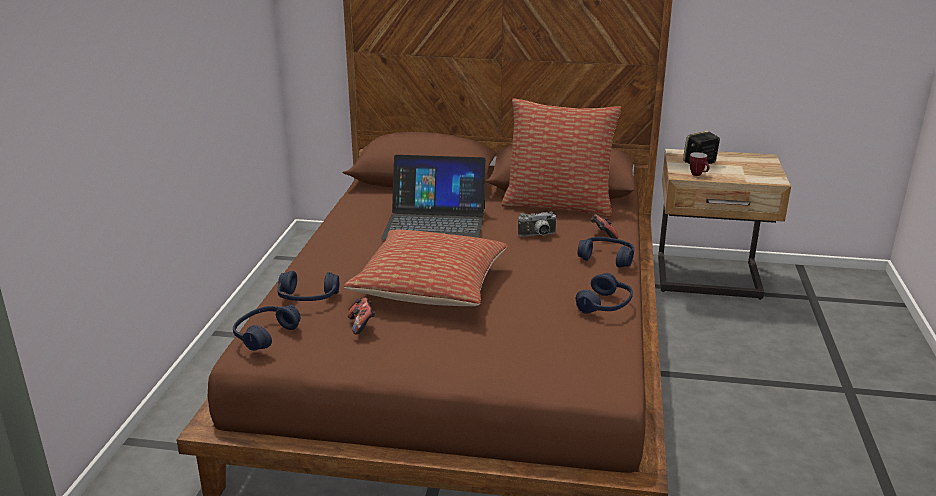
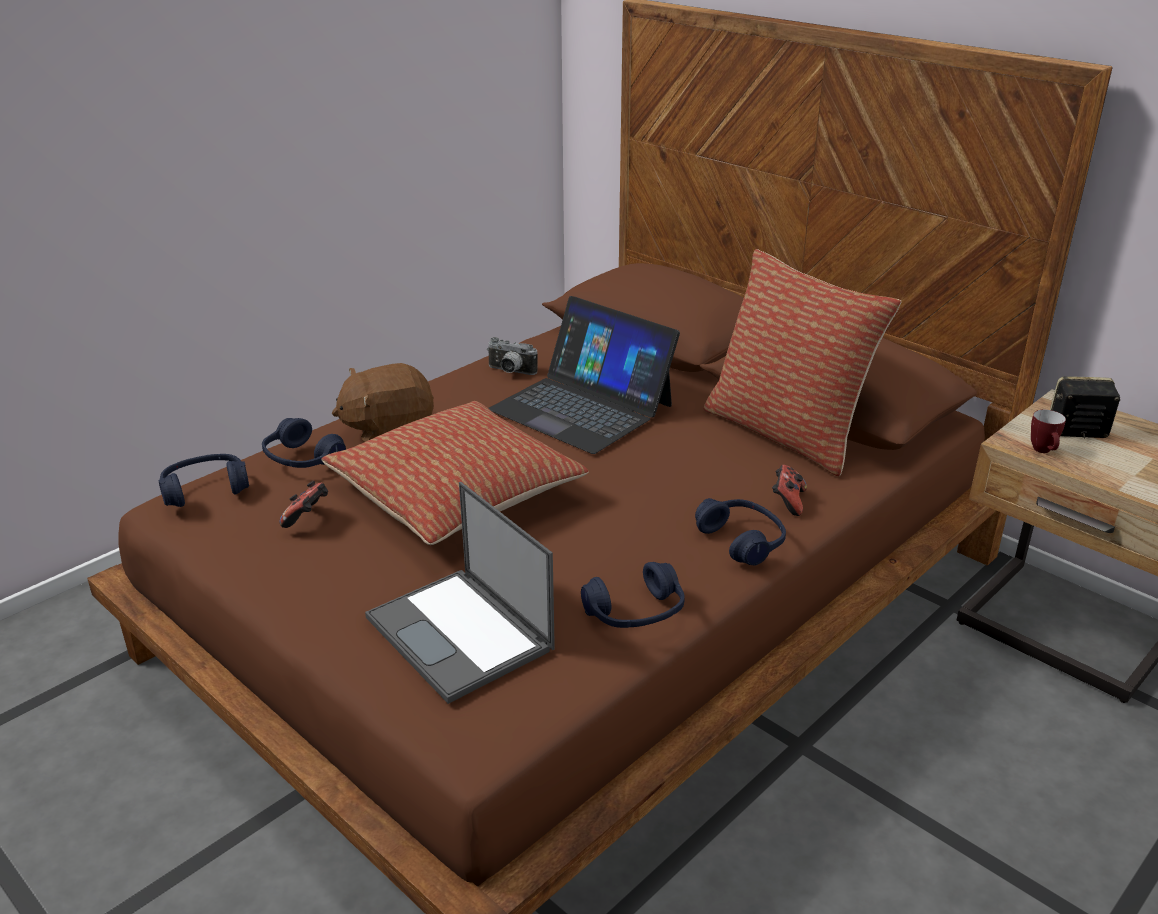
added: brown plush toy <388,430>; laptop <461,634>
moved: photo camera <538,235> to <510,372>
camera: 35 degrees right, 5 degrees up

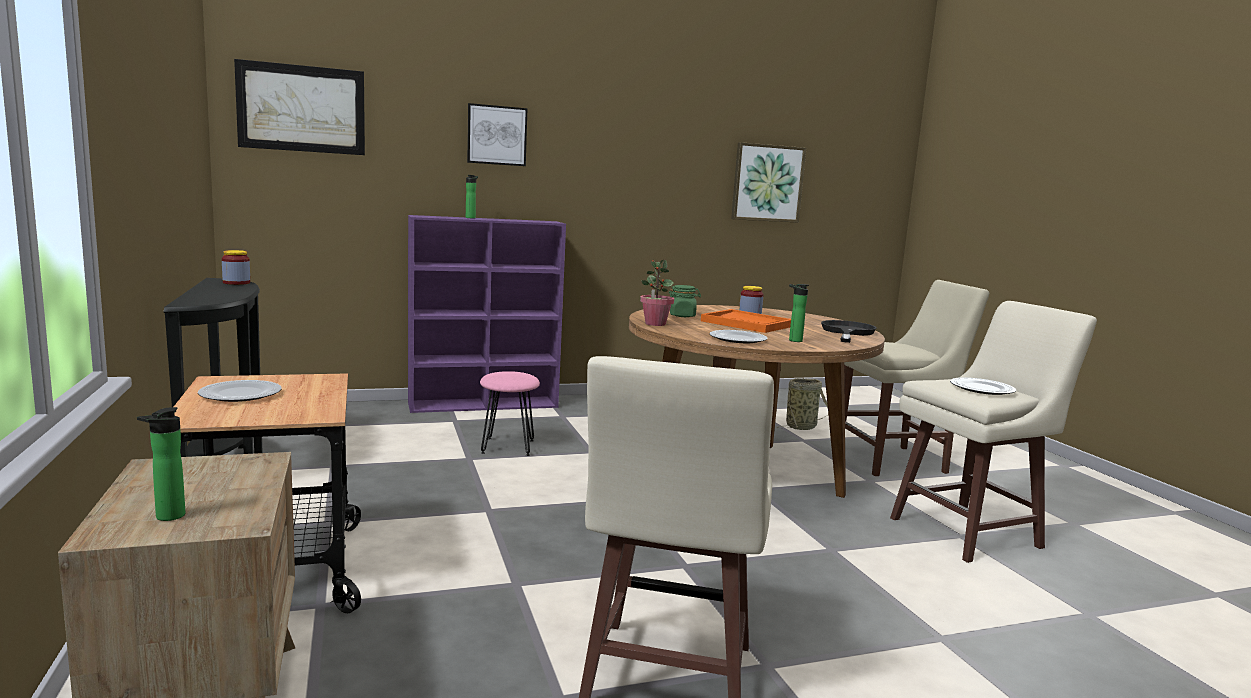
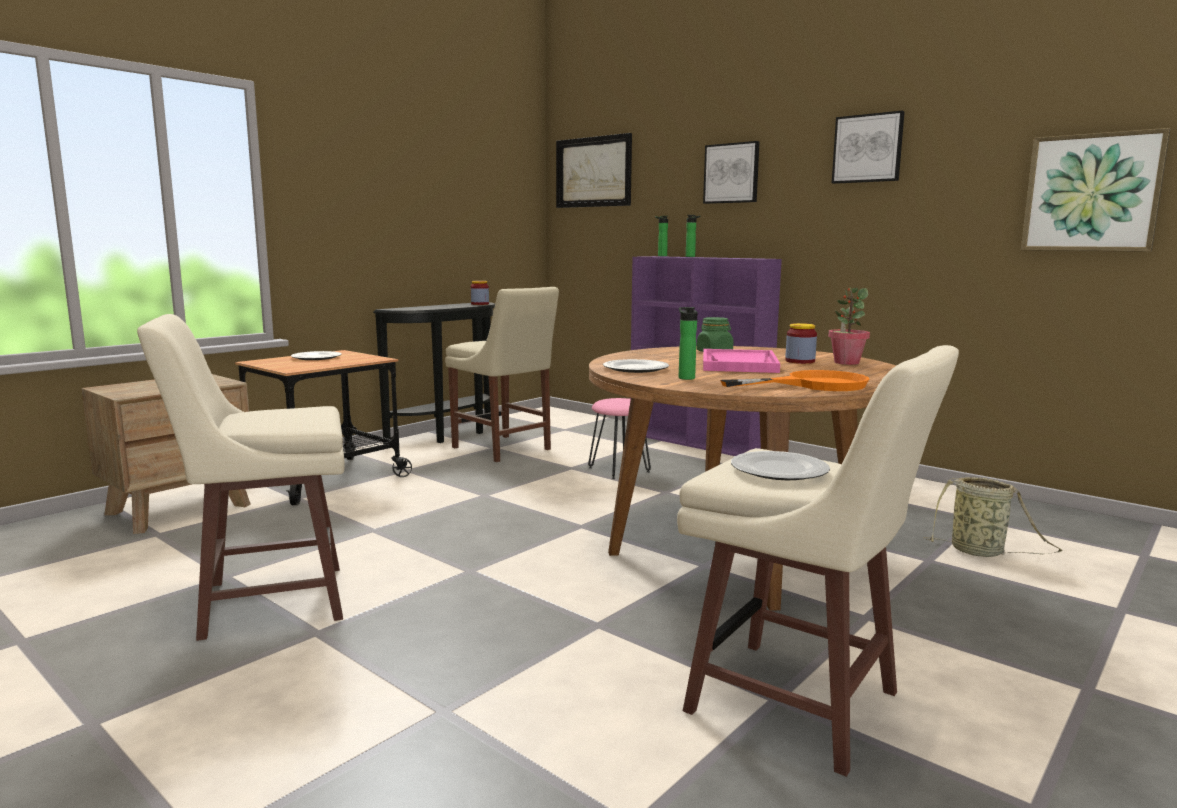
added: picture <868,148>
moved: potted plant <655,324> to <846,362>; beige chair <895,461> to <504,449>; bottle <166,517> to <661,256>
recoloured: orange tray <747,324> to pink tray <739,364>; black frying pan <847,332> to orange frying pan <813,385>
camera: 60 degrees right, 0 degrees up

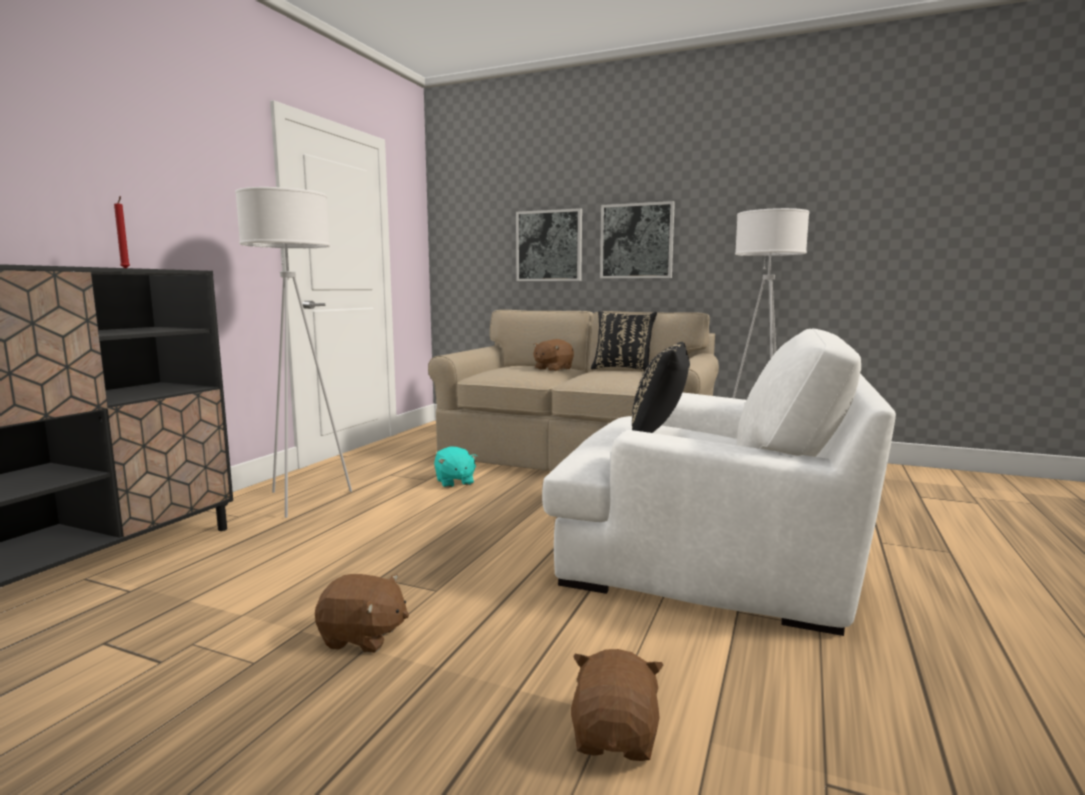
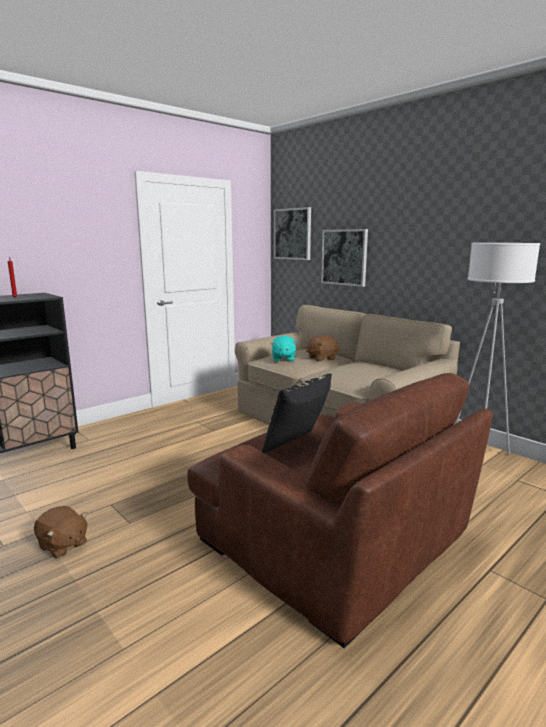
removed: white floor lamp <303,500>; black pillow <623,369>; brown plush toy <616,737>
moved: picture <636,241> to <292,234>; turquoise plush toy <454,482> to <283,359>
recoloured: white armchair <711,550> to brown armchair <334,539>
camera: 25 degrees right, 5 degrees up

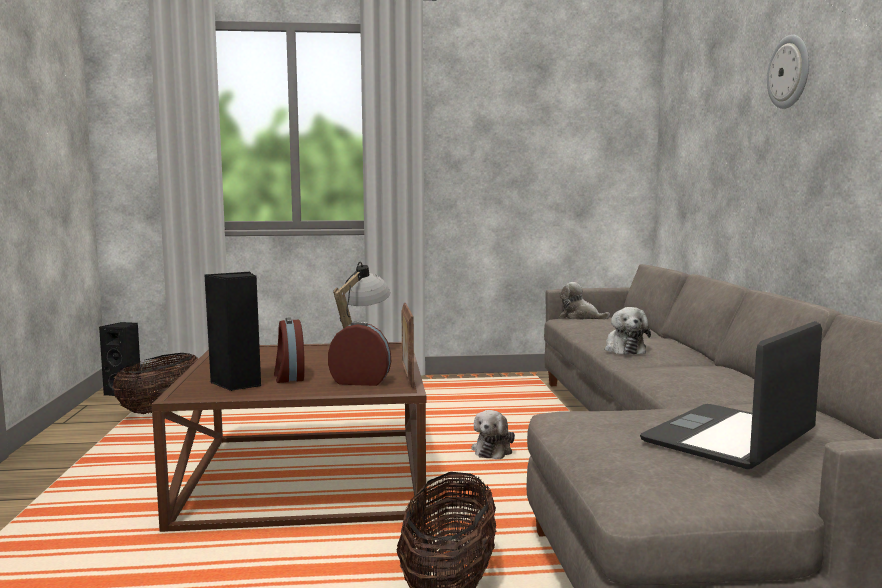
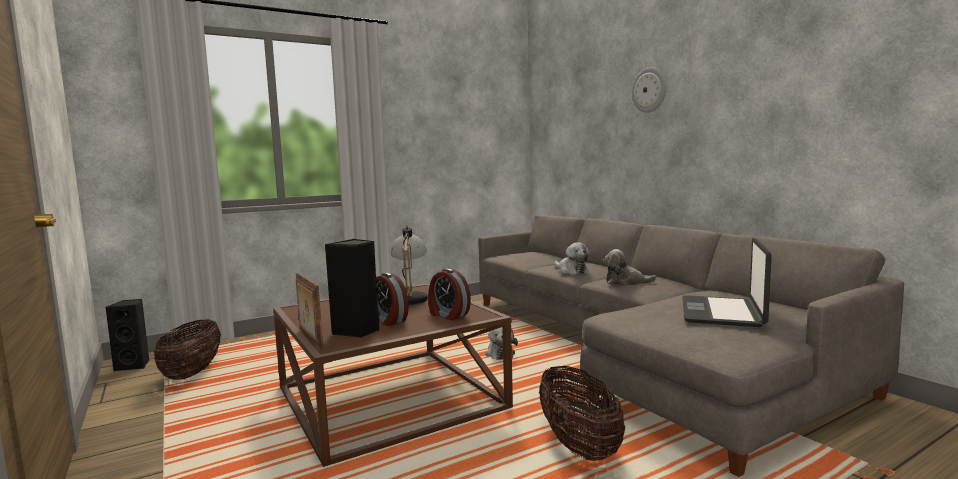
moved: plush toy <580,317> to <625,282>; picture frame <407,376> to <310,338>
turned: alarm clock <360,381> = <448,315> 120 degrees counterclockwise
camera: 25 degrees left, 0 degrees up

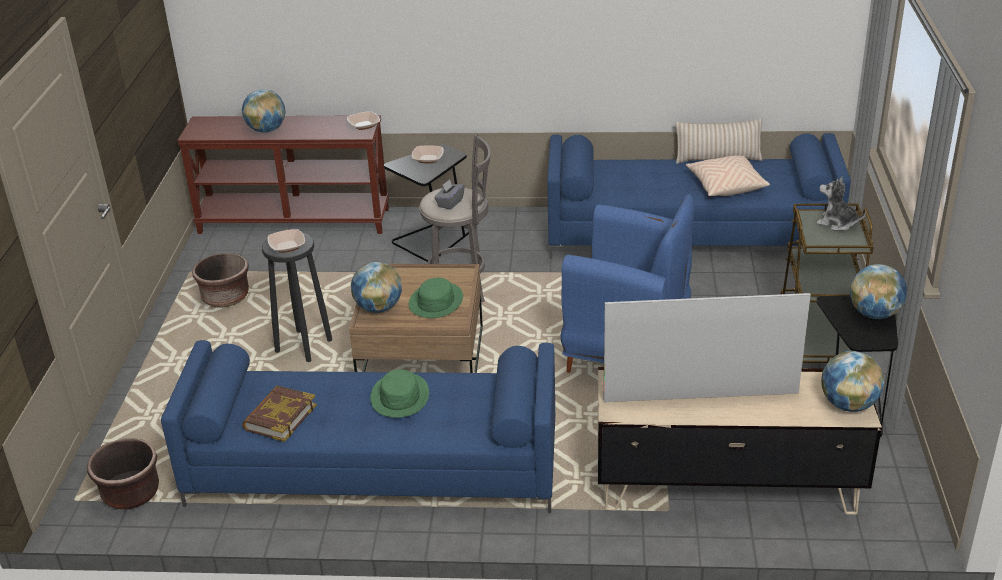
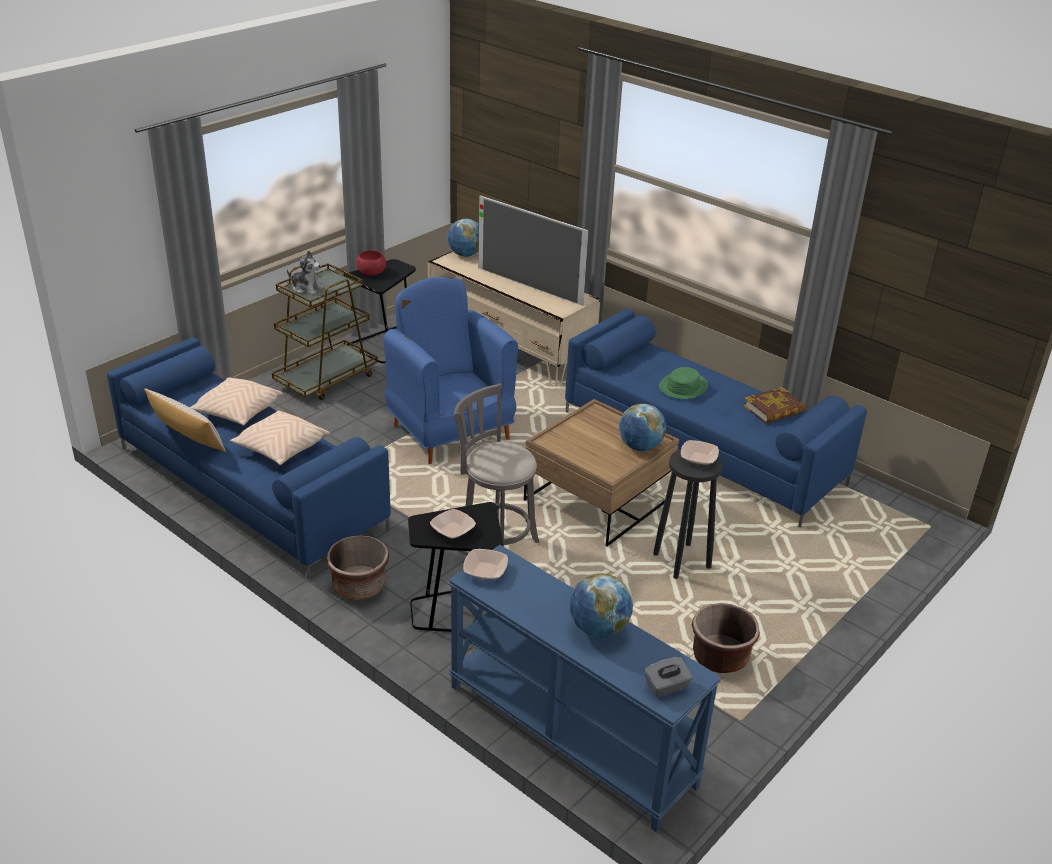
removed: green hat <435,301>
added: beige pillow <281,448>
moved: grey tissue box <450,203> to <666,687>; brown planter <131,493> to <359,586>
replaced: globe <875,314> to red bowl <371,272>
recoloured: brown console table <295,220> to blue console table <568,735>
turned: plush toy <837,223> = <306,288> 45 degrees counterclockwise
camera: 145 degrees left, 0 degrees up

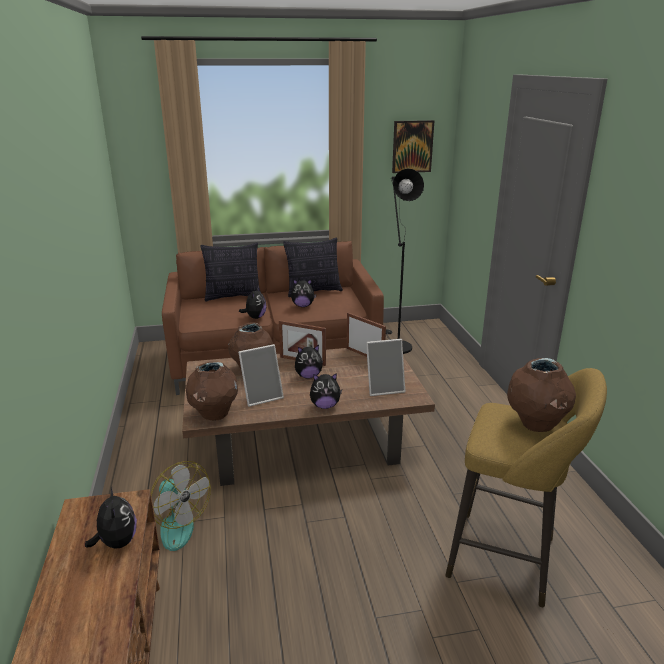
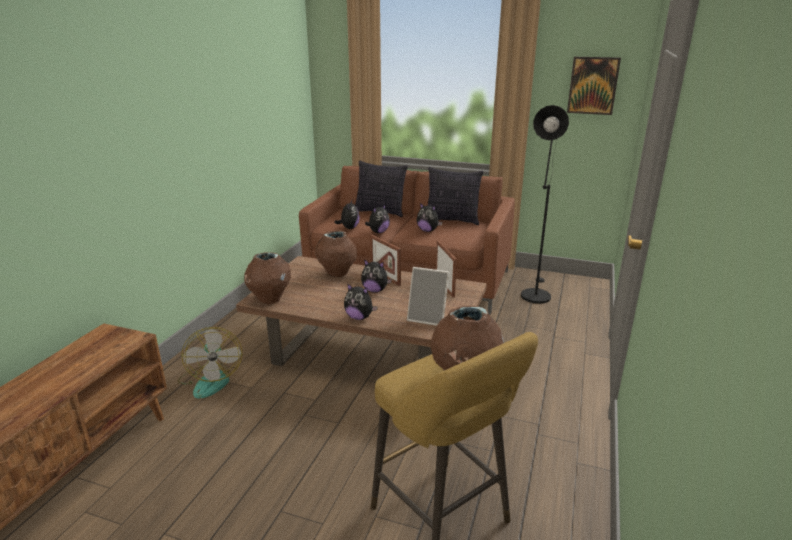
removed: picture frame <262,396>
moved: plush toy <117,542> to <349,228>
camera: 30 degrees right, 0 degrees up

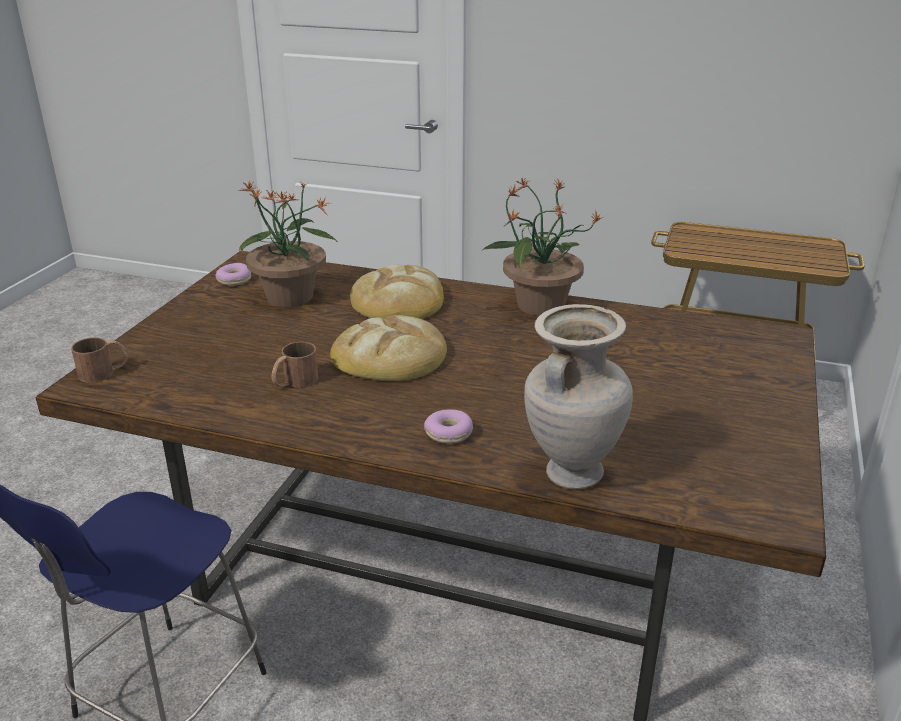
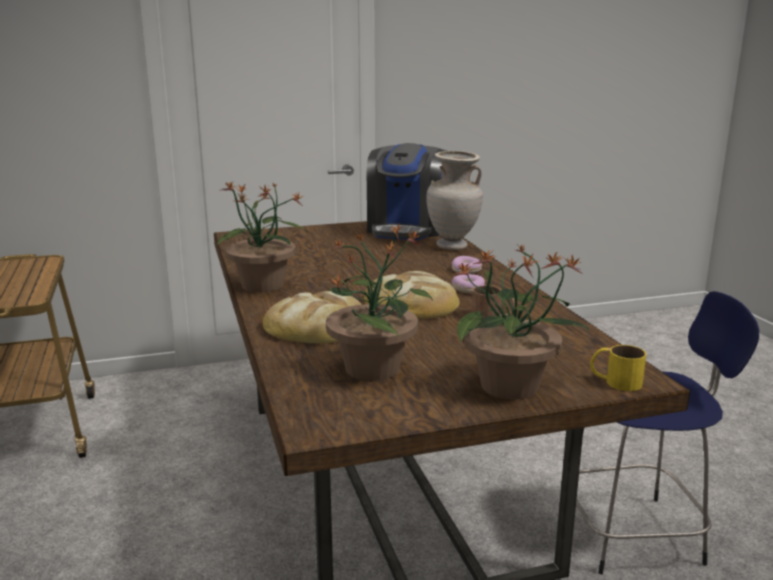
added: coffee machine <406,229>; potted plant <511,387>
moved: donut <234,280> to <468,289>
recoloured: brown mug <104,372> to yellow mug <615,381>
camera: 125 degrees left, 10 degrees down

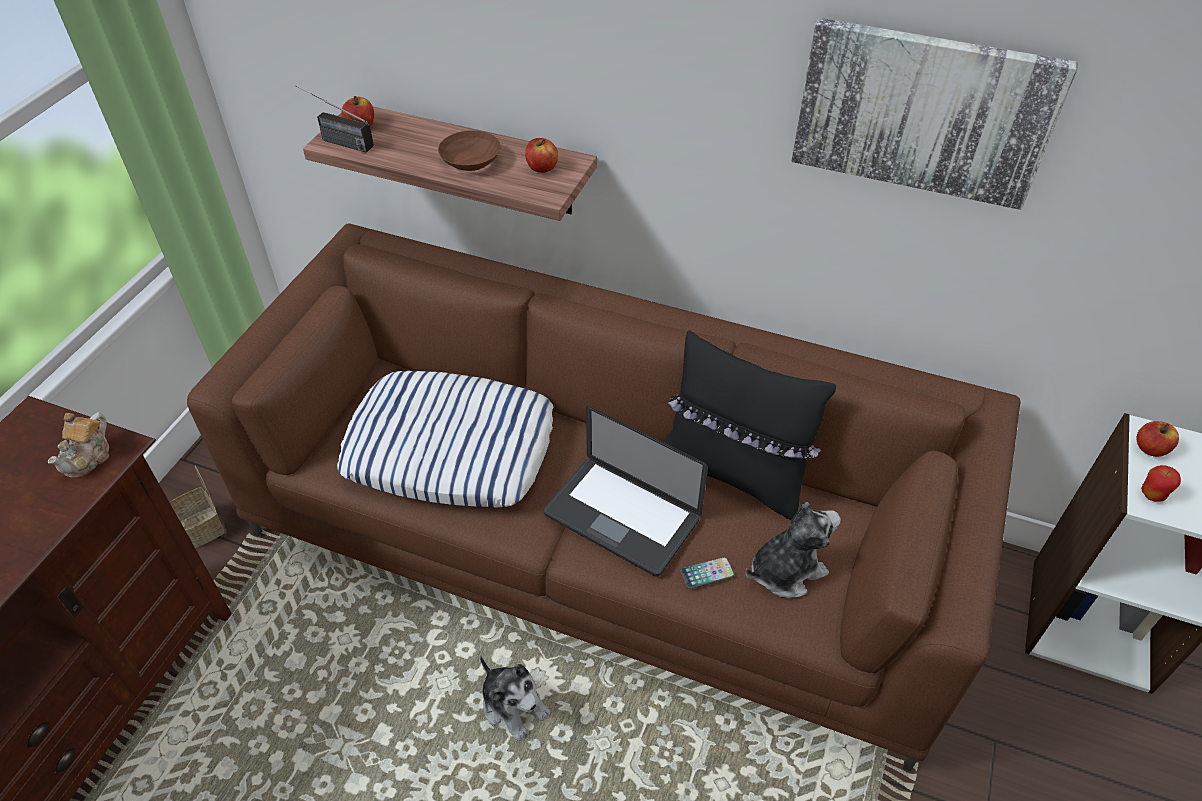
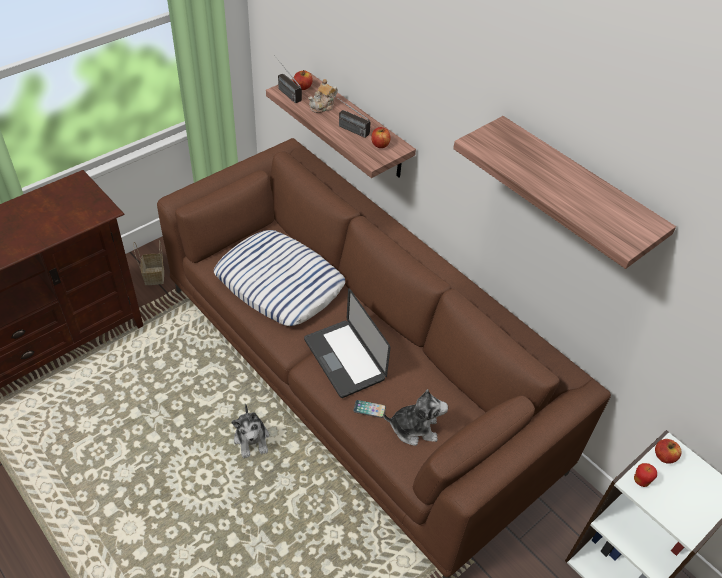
removed: black pillow <733,473>
moved: teapot <89,457> to <323,106>
replaced: picture <923,112> to shelf <576,190>; brown bowl <472,160> to radio <346,127>
camera: 25 degrees right, 0 degrees up

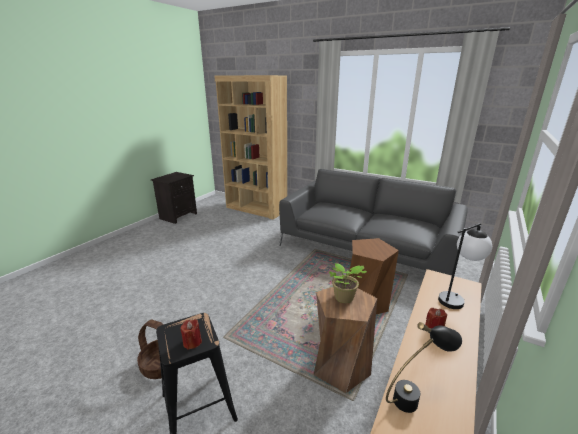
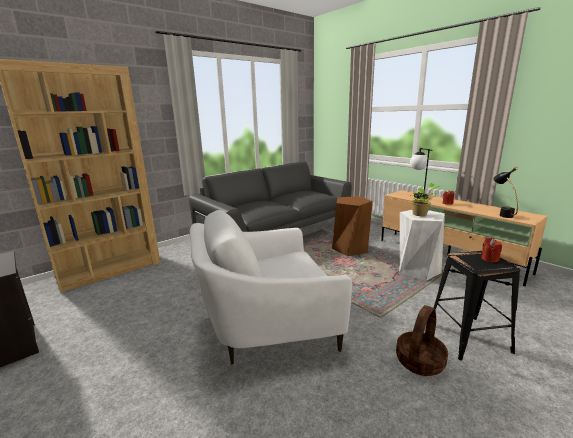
added: white armchair <268,326>
recoloured: brown stool <340,367> to white stool <417,270>
camera: 70 degrees left, 5 degrees down

